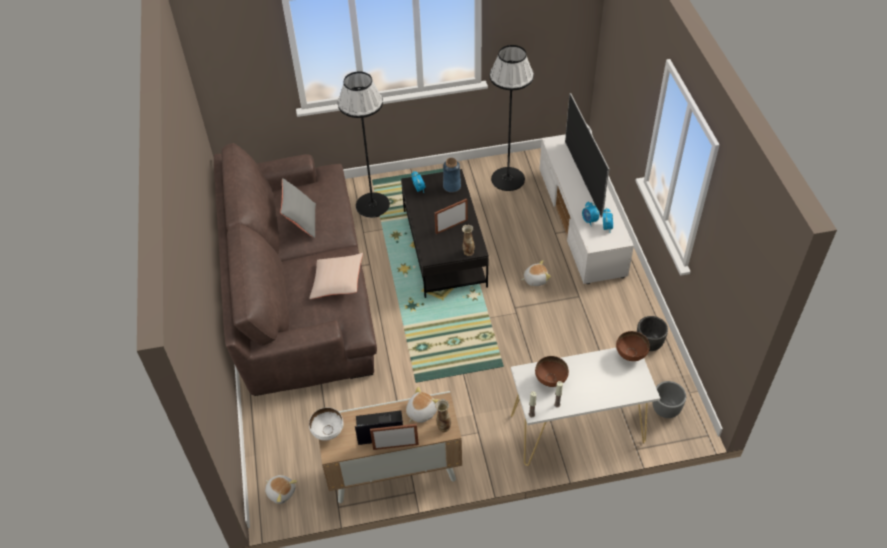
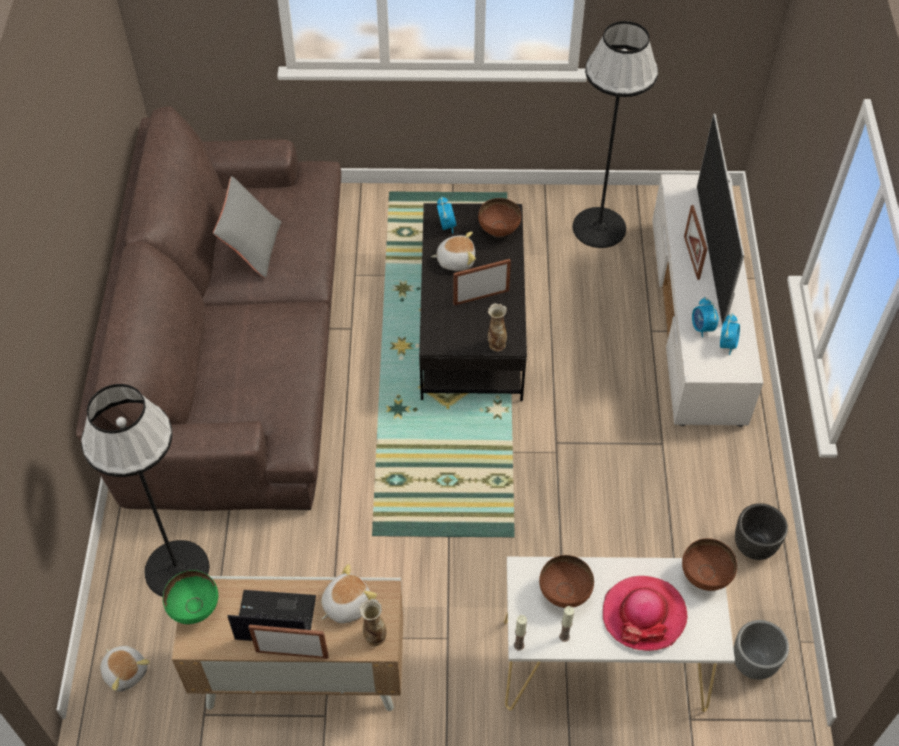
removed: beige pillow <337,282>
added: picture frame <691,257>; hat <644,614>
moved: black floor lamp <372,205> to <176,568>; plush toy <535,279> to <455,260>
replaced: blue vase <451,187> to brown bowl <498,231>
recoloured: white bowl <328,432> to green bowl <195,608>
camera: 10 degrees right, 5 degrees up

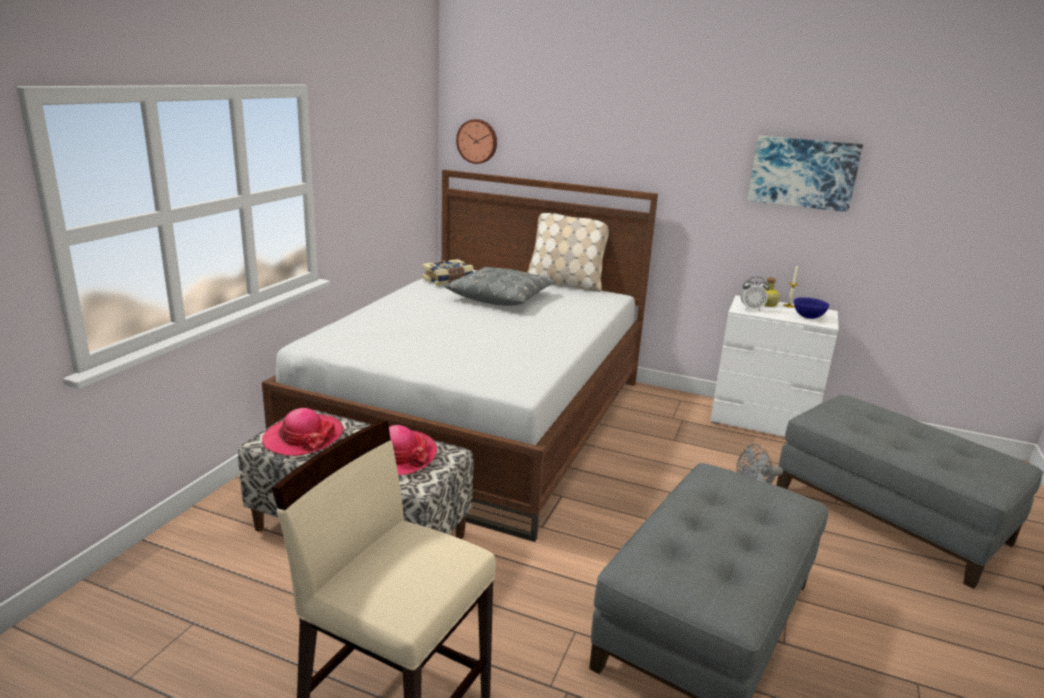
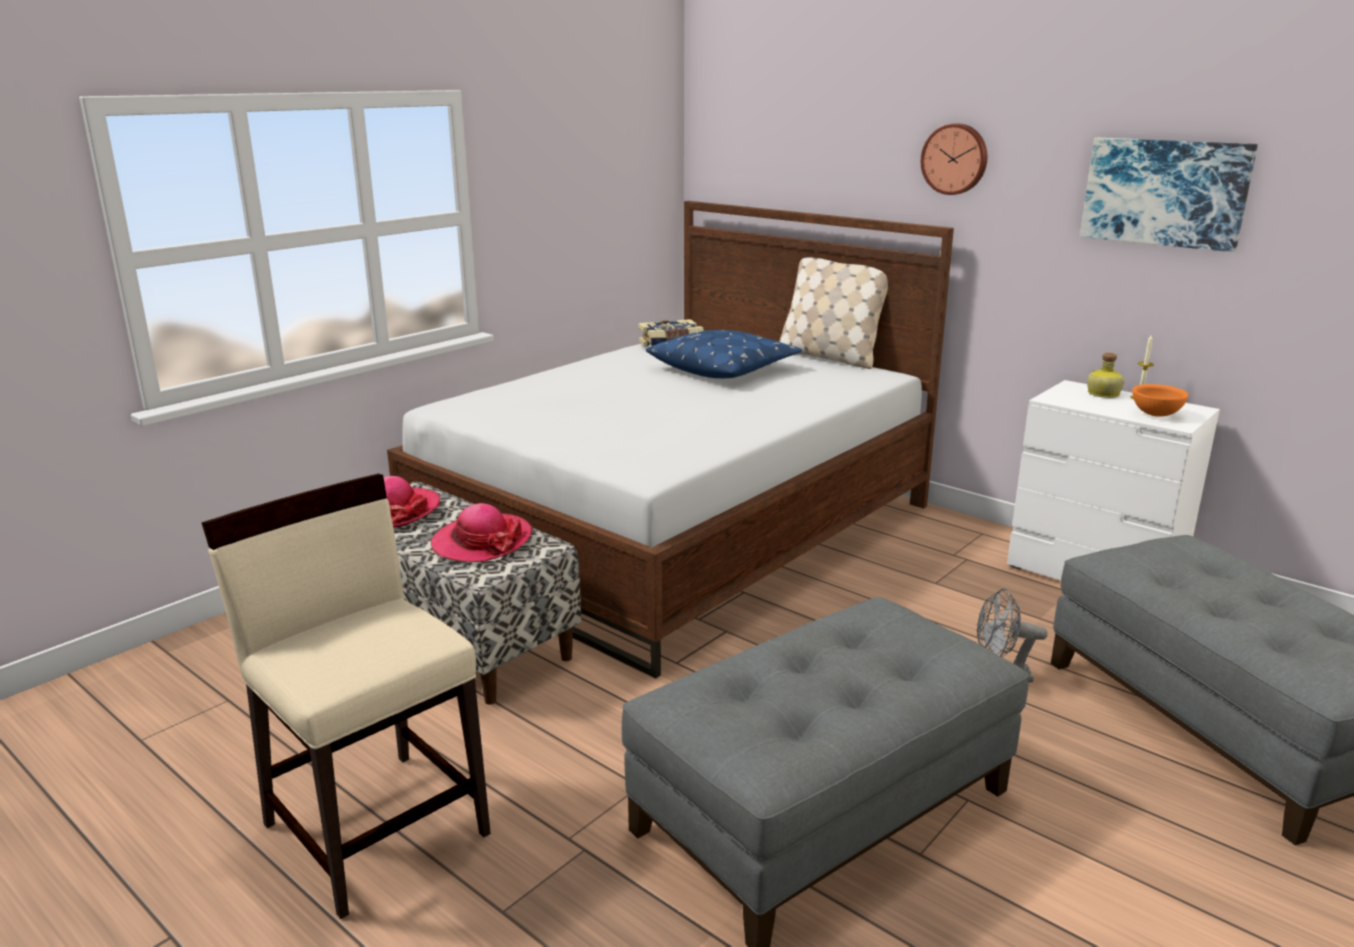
removed: alarm clock <751,309>
moved: wall clock <477,141> to <955,159>
recoloured: grey pillow <501,297> to blue pillow <724,368>; blue bowl <807,317> to orange bowl <1155,414>
camera: 20 degrees right, 0 degrees up

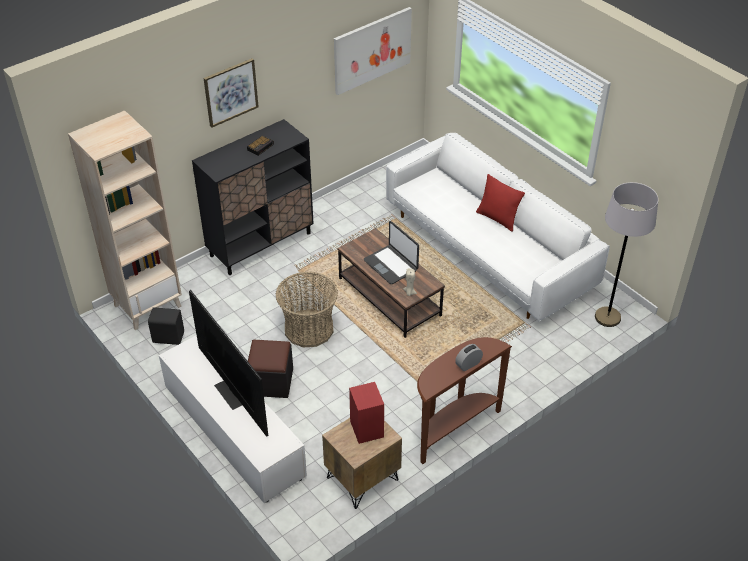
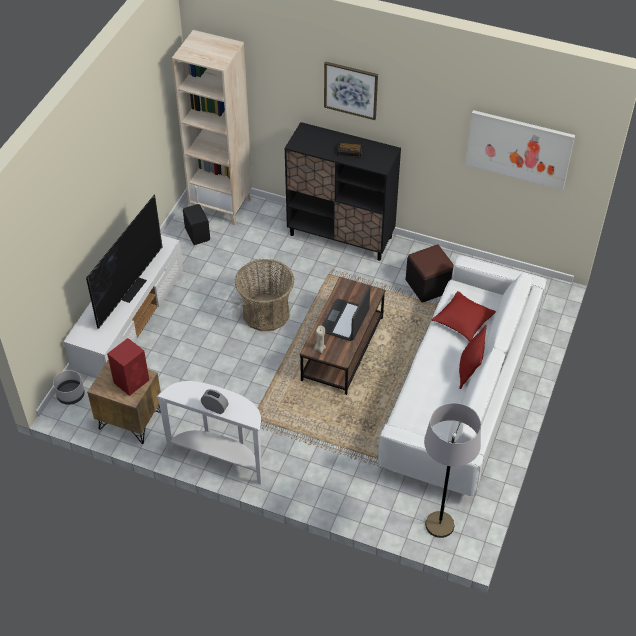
added: red pillow <463,320>; grey planter <70,395>
moved: black ottoman <271,382> to <428,285>
recoloured: brown console table <453,428> to white console table <219,458>
camera: 60 degrees right, 5 degrees up

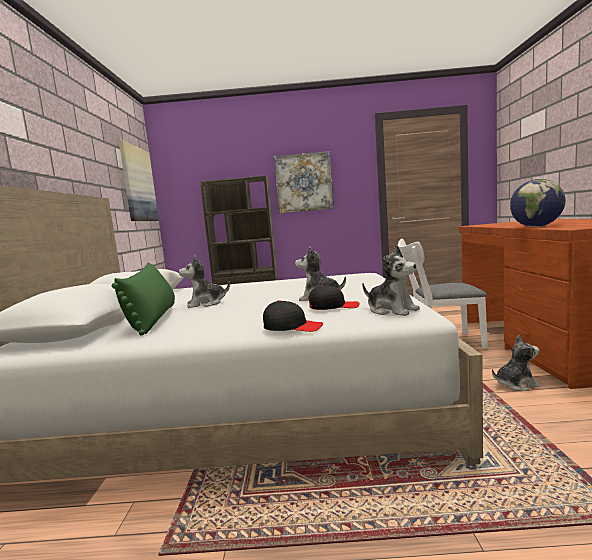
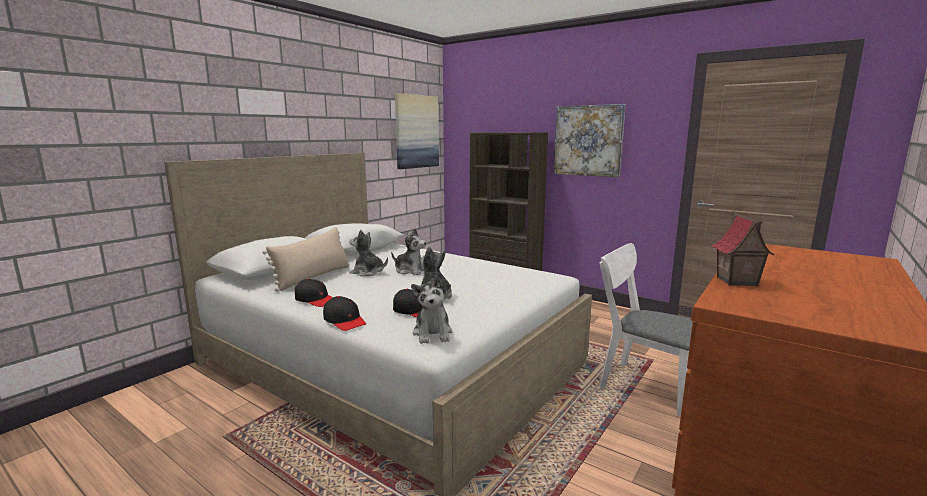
added: black cap <315,300>
moved: plush toy <515,384> to <410,271>
replaced: globe <536,226> to toy house <736,281>
recoloured: green pillow <153,319> to beige pillow <313,277>
camera: 35 degrees right, 5 degrees up

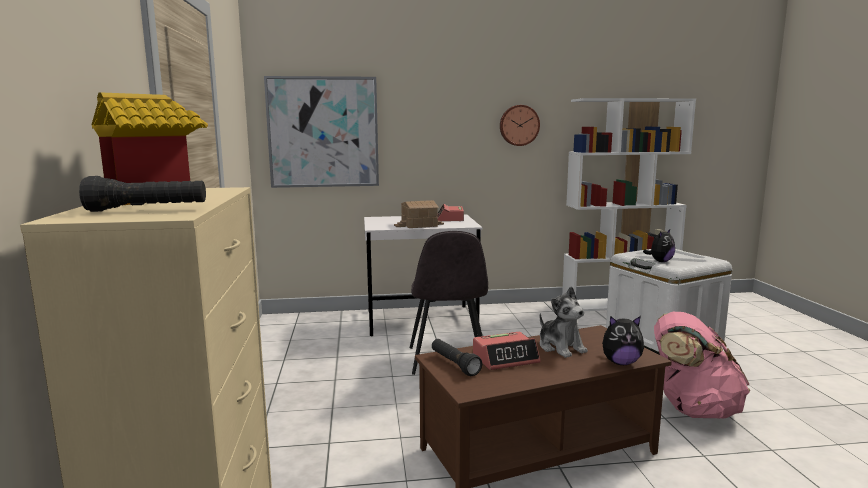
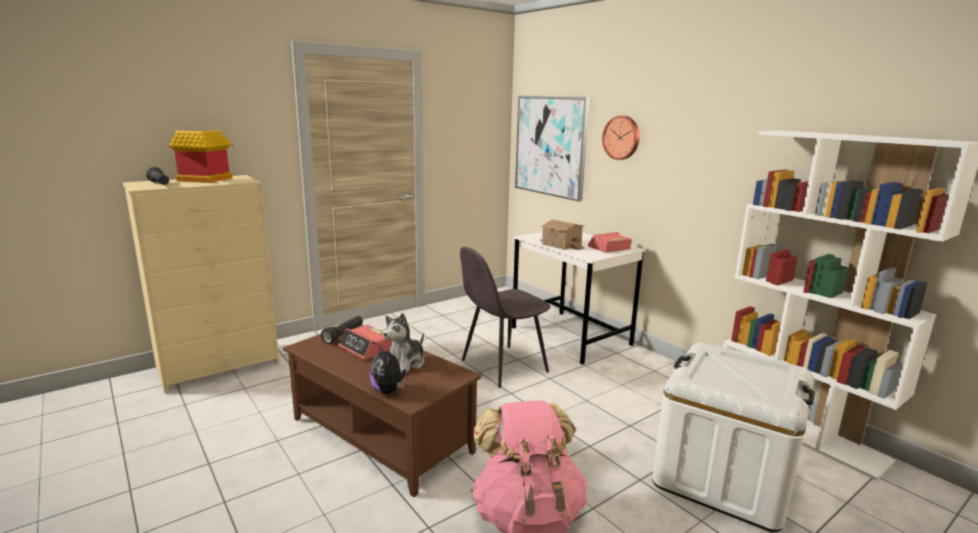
removed: plush toy <660,261>
moved: wall clock <519,125> to <622,137>
camera: 60 degrees right, 5 degrees up

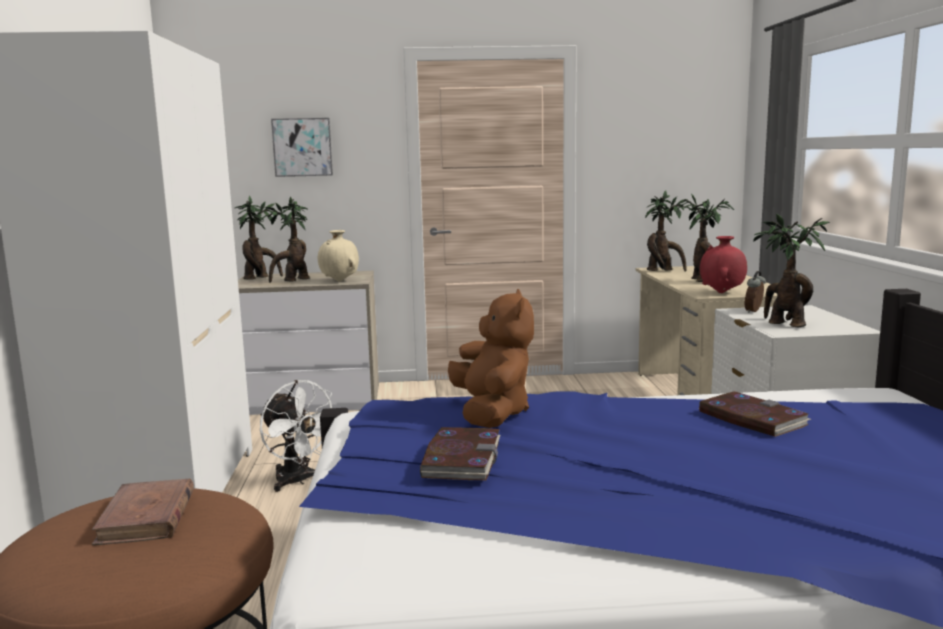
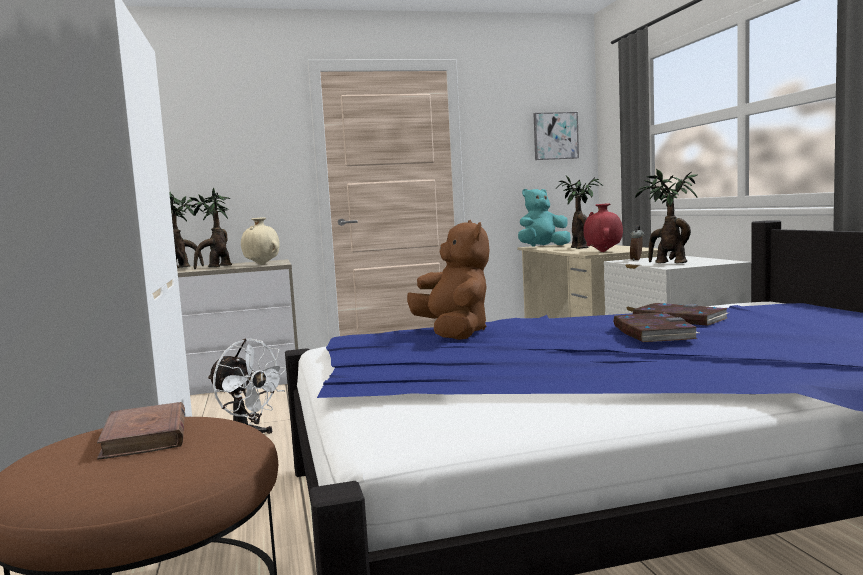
moved: picture <302,147> to <555,136>; book <461,458> to <652,332>
replaced: potted plant <663,271> to turquoise plush toy <542,247>
camera: 10 degrees left, 5 degrees down

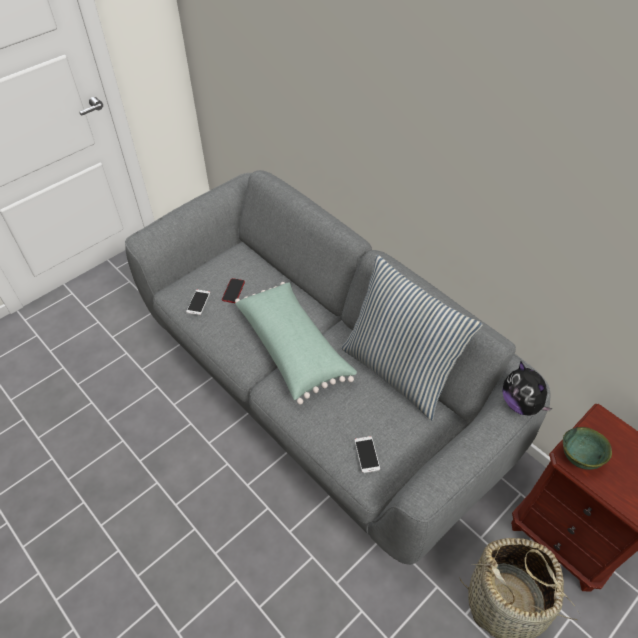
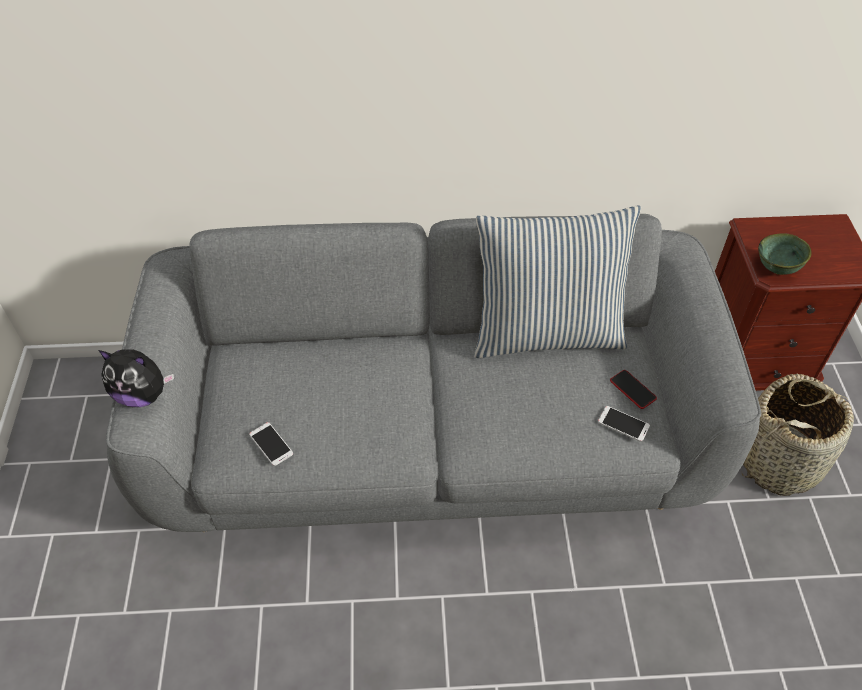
removed: green pillow <293,348>
moved: phone <233,291> to <632,390>; plush toy <520,404> to <143,395>
camera: 50 degrees left, 0 degrees up

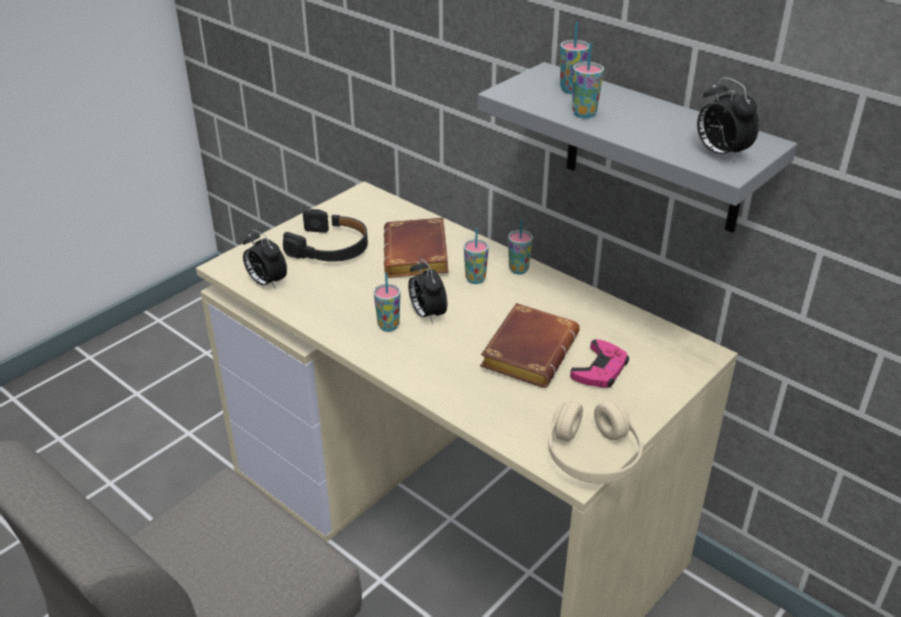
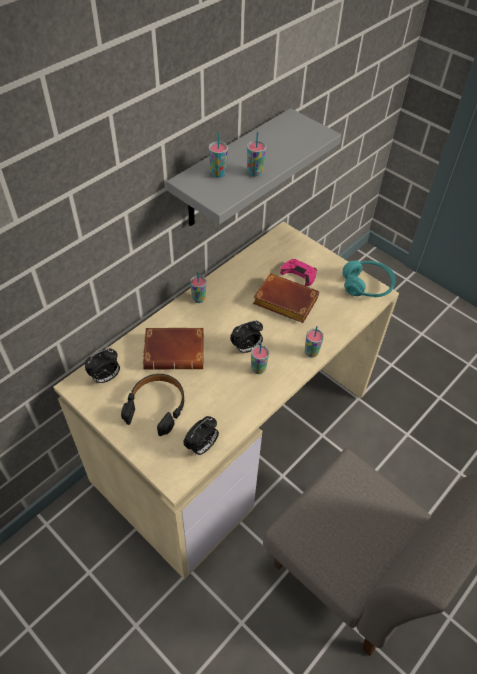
moved: alarm clock <720,154> to <105,377>; cup <475,279> to <311,352>
recoloured: beige headphones <592,456> to turquoise headphones <367,285>
camera: 90 degrees left, 15 degrees up

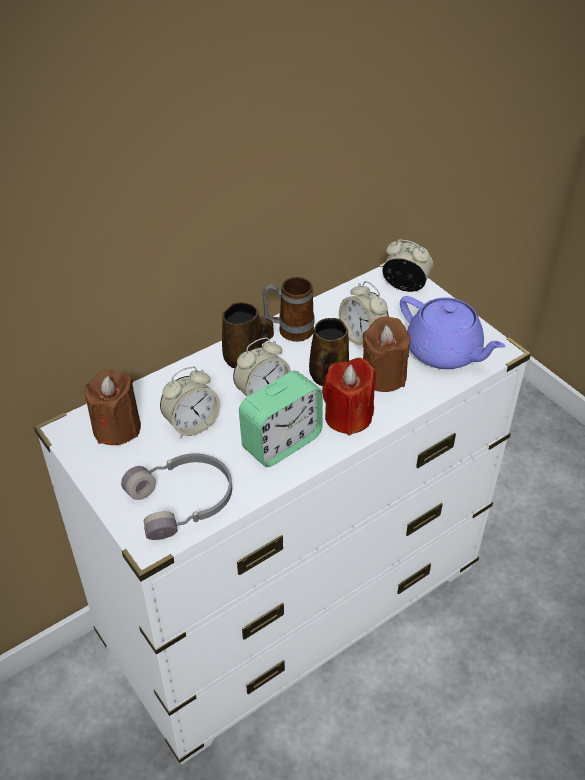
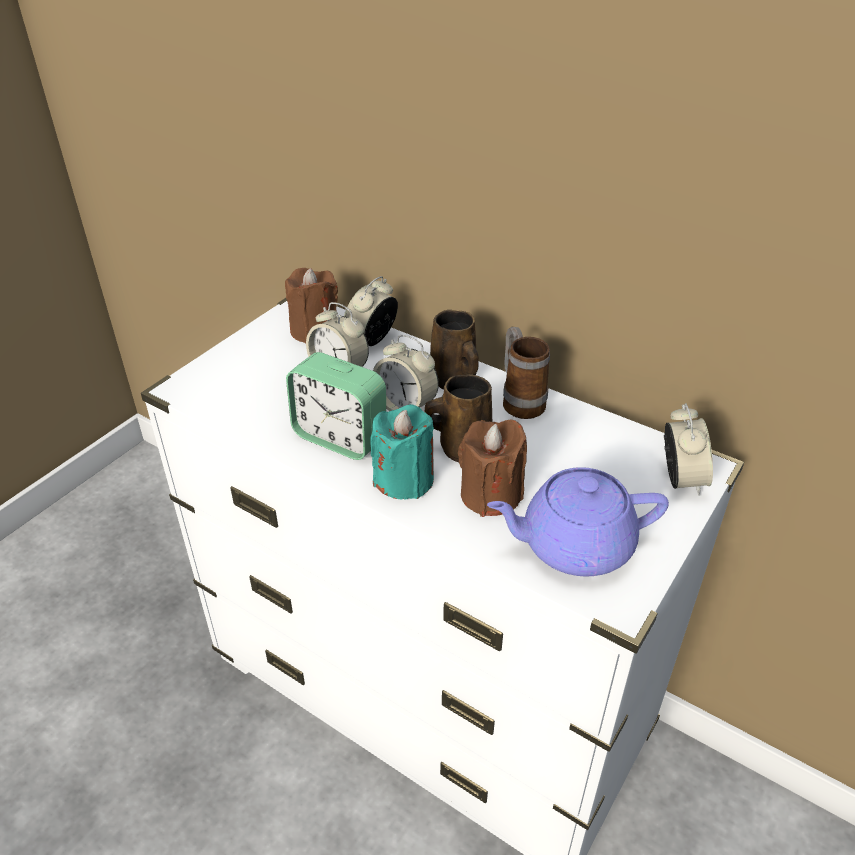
removed: grey headphones <183,502>
moved: alarm clock <362,337> to <371,339>
recoloured: red candle <348,417> to turquoise candle <404,479>
turned: purple teapot <445,352> = <573,545> 60 degrees clockwise
camera: 70 degrees right, 5 degrees down

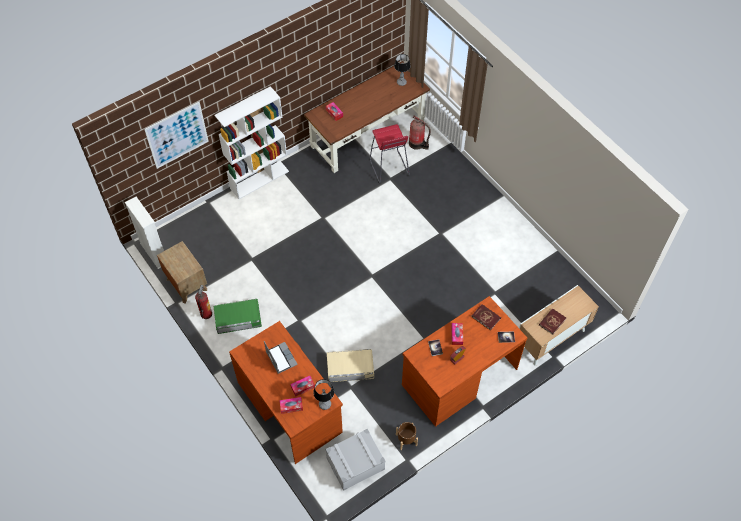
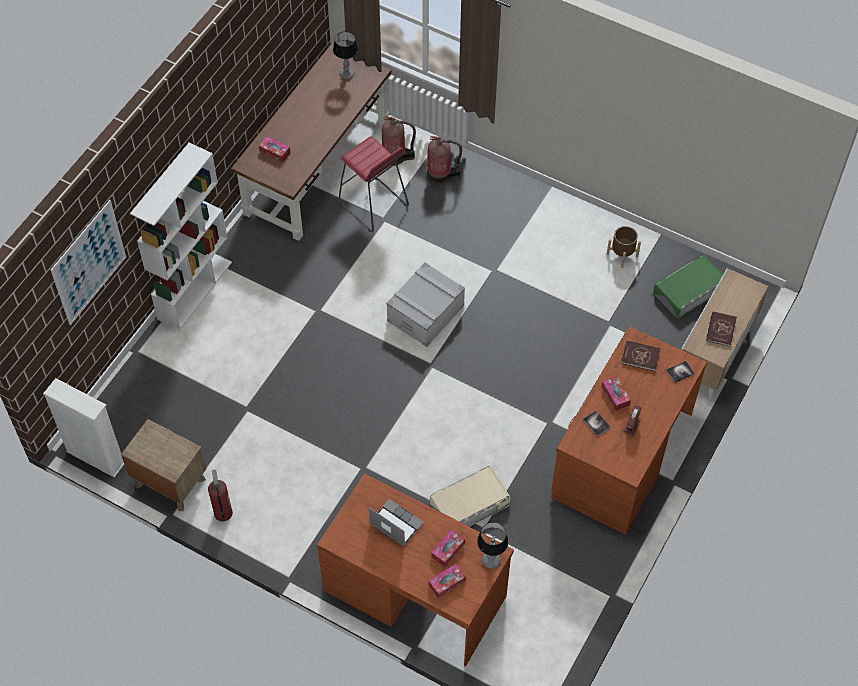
added: fire extinguisher <441,175>
moved: green storage box <238,318> to <689,291>; brown planter <406,439> to <622,255>; grey storage box <355,463> to <425,313>
camera: 25 degrees left, 0 degrees up

